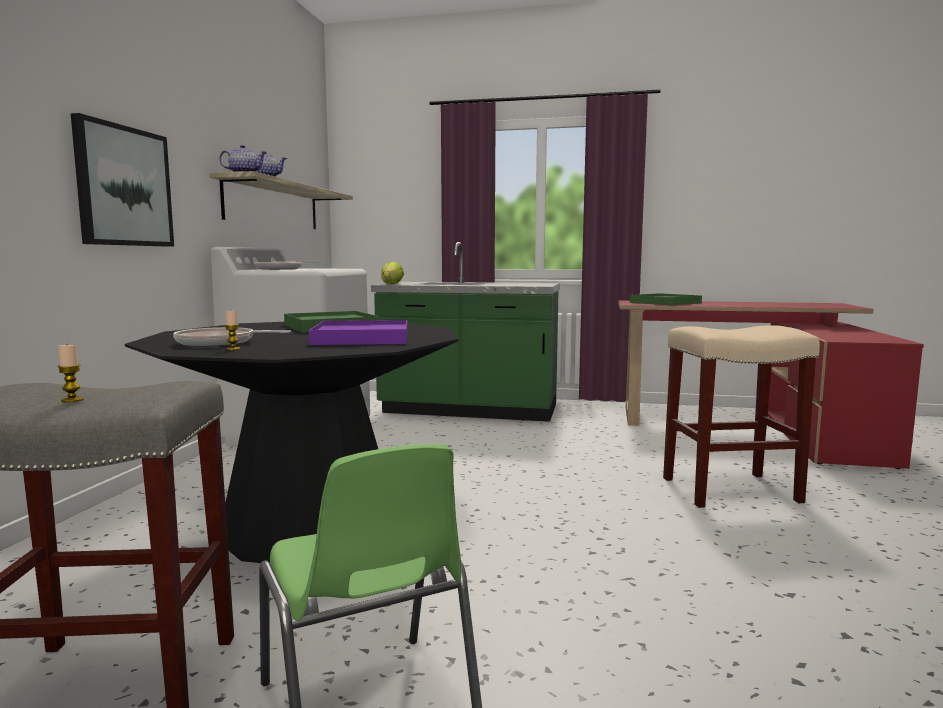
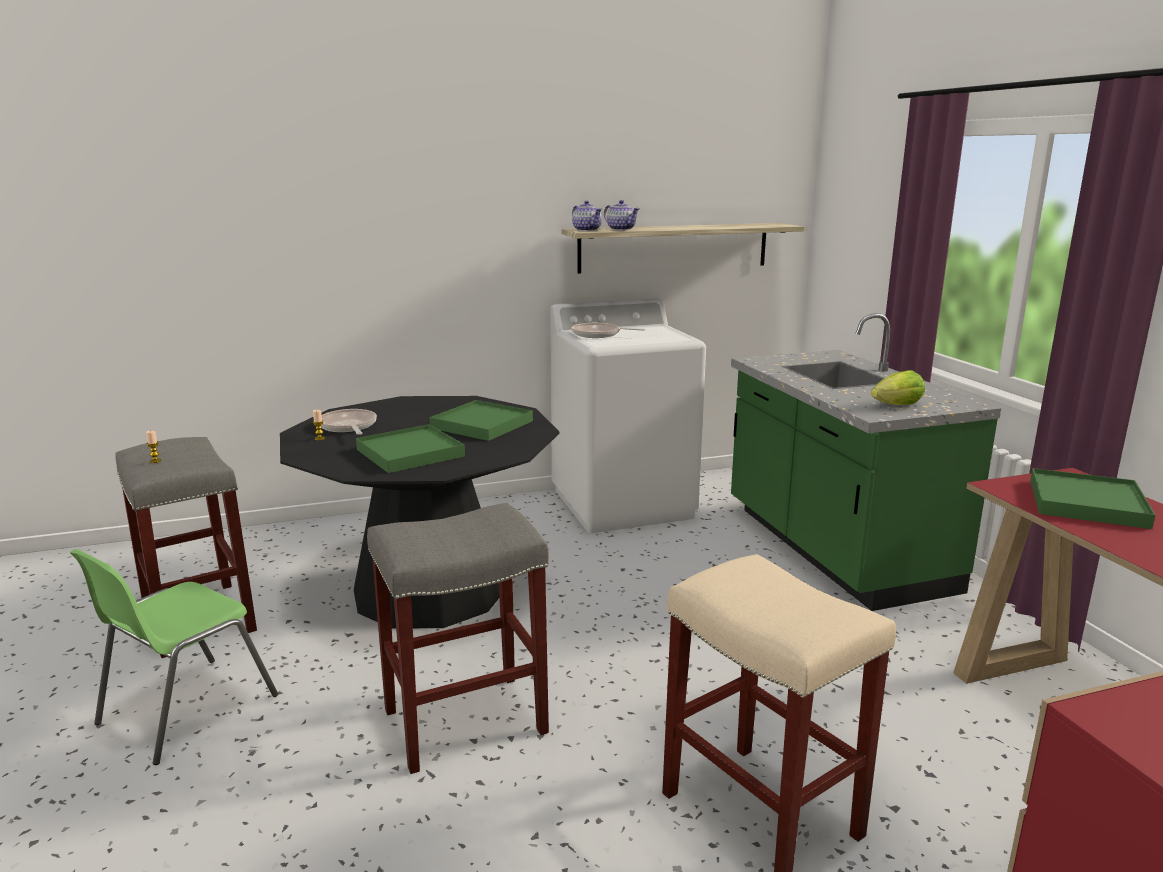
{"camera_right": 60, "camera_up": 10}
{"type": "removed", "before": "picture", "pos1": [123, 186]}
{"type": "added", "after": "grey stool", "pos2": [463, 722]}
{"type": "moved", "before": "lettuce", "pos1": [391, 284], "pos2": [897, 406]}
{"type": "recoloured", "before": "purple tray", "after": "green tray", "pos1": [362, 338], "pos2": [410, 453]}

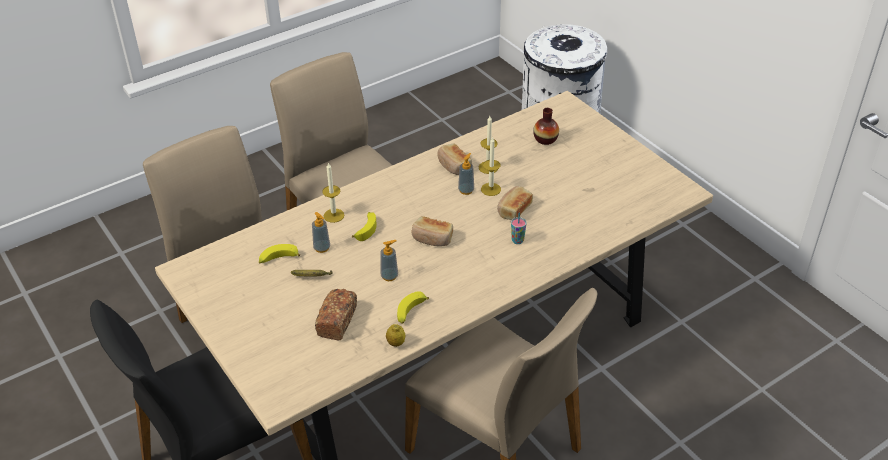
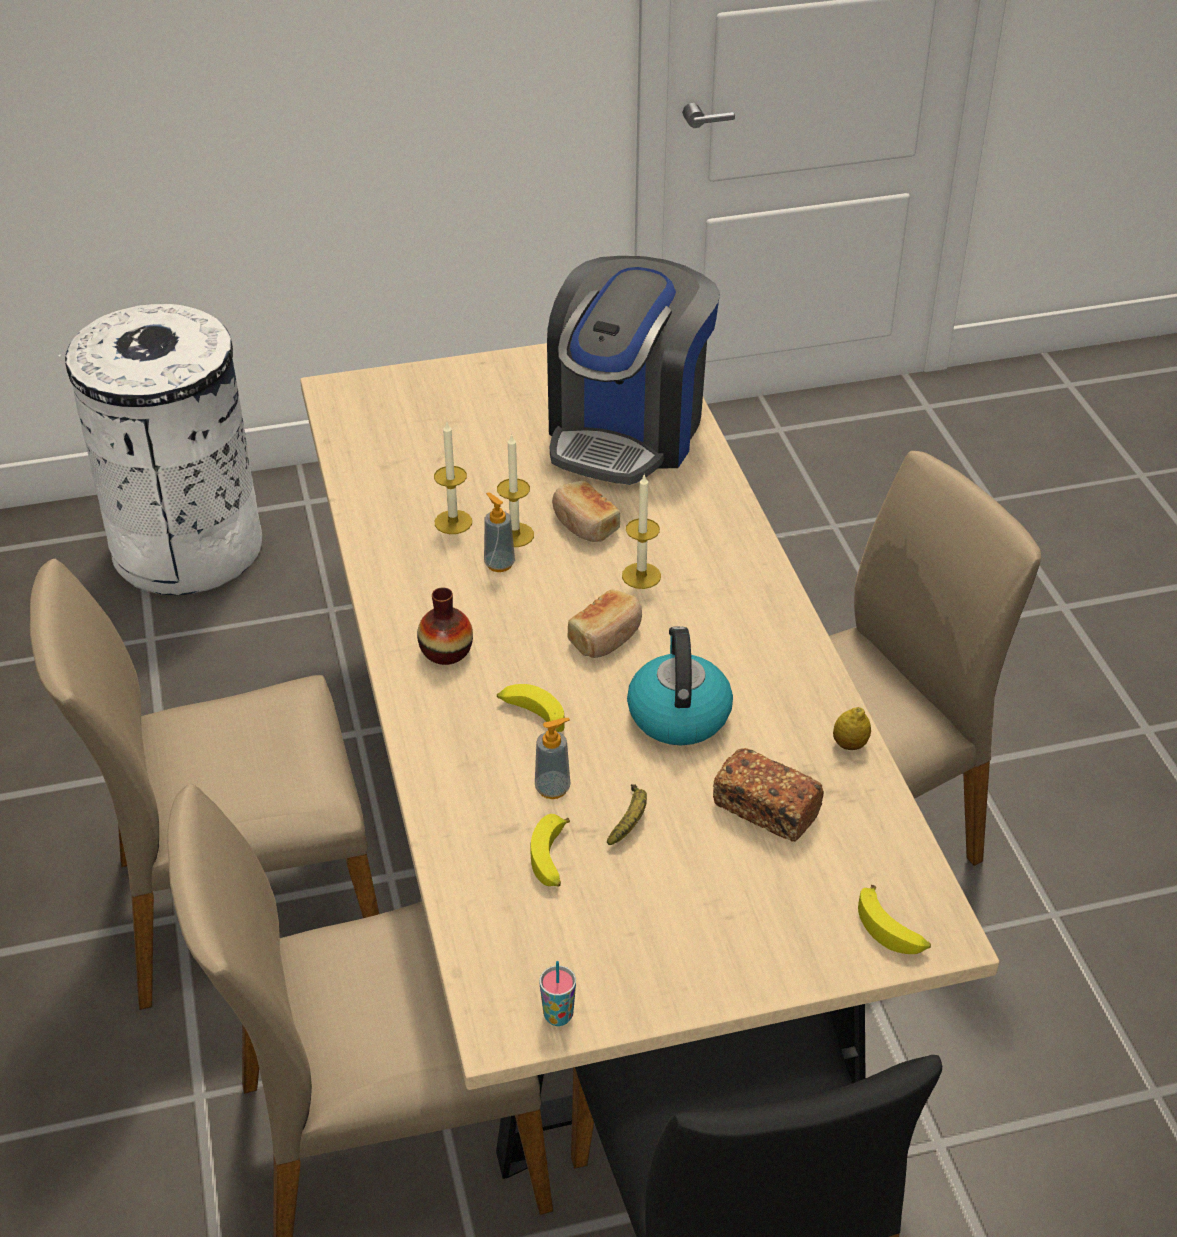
{"camera_right": -70, "camera_up": 0}
{"type": "removed", "before": "bread", "pos1": [453, 166]}
{"type": "added", "after": "coffee machine", "pos2": [627, 430]}
{"type": "moved", "before": "candle", "pos1": [334, 215], "pos2": [641, 576]}
{"type": "moved", "before": "banana", "pos1": [410, 312], "pos2": [891, 929]}
{"type": "moved", "before": "cup", "pos1": [517, 240], "pos2": [558, 1016]}
{"type": "moved", "before": "vase", "pos1": [545, 139], "pos2": [446, 651]}
{"type": "replaced", "before": "soap dispenser", "after": "kettle", "pos1": [389, 276], "pos2": [678, 714]}

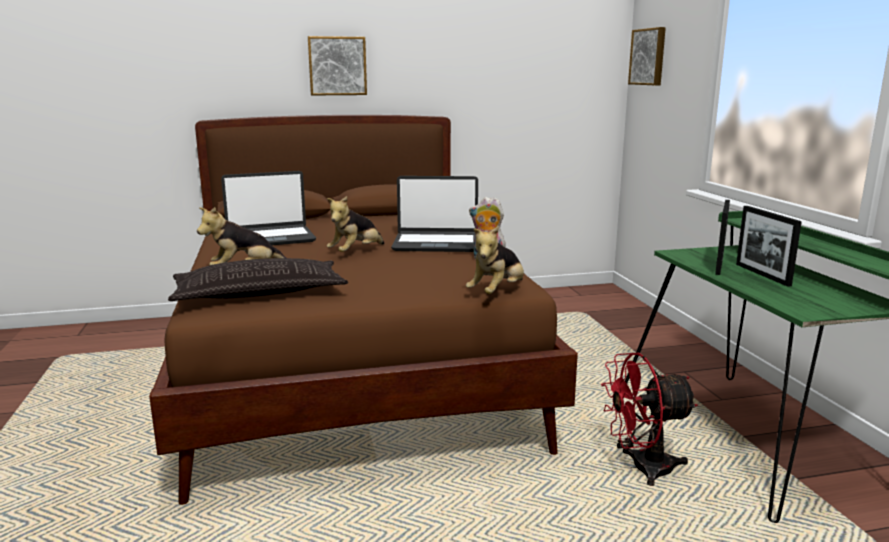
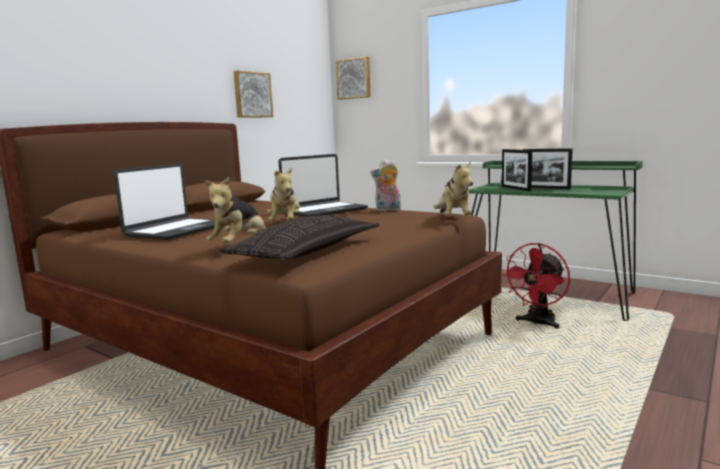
{"camera_right": -40, "camera_up": -5}
{"type": "moved", "before": "picture", "pos1": [337, 66], "pos2": [252, 95]}

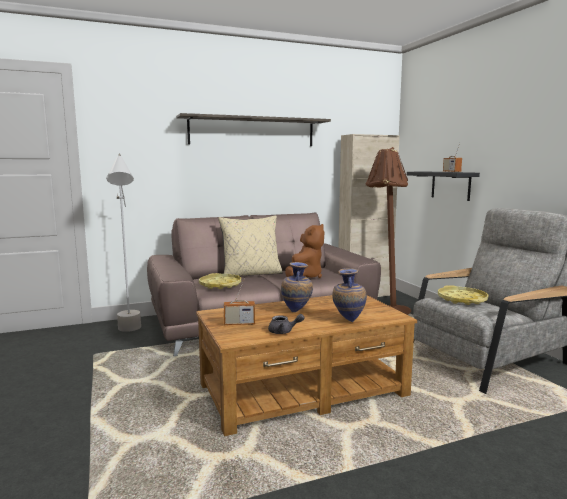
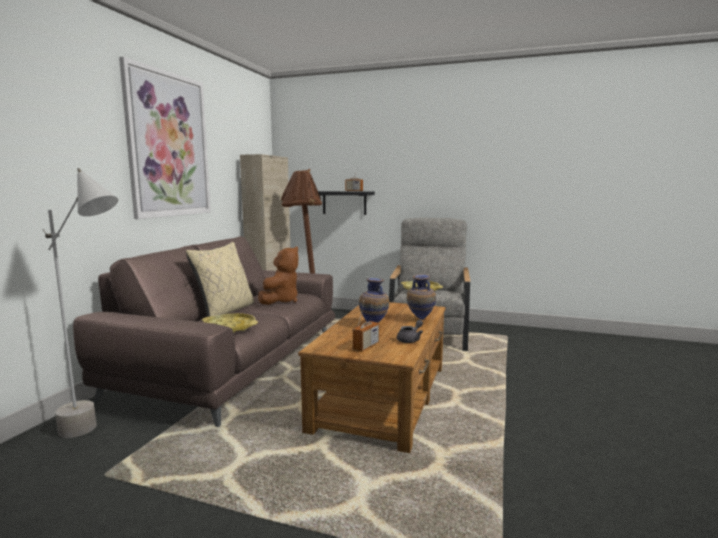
{"camera_right": -50, "camera_up": 0}
{"type": "replaced", "before": "shelf", "after": "picture", "pos1": [252, 131], "pos2": [168, 145]}
{"type": "turned", "before": "brown plush toy", "pos1": [305, 276], "pos2": [280, 301], "turn": 45}

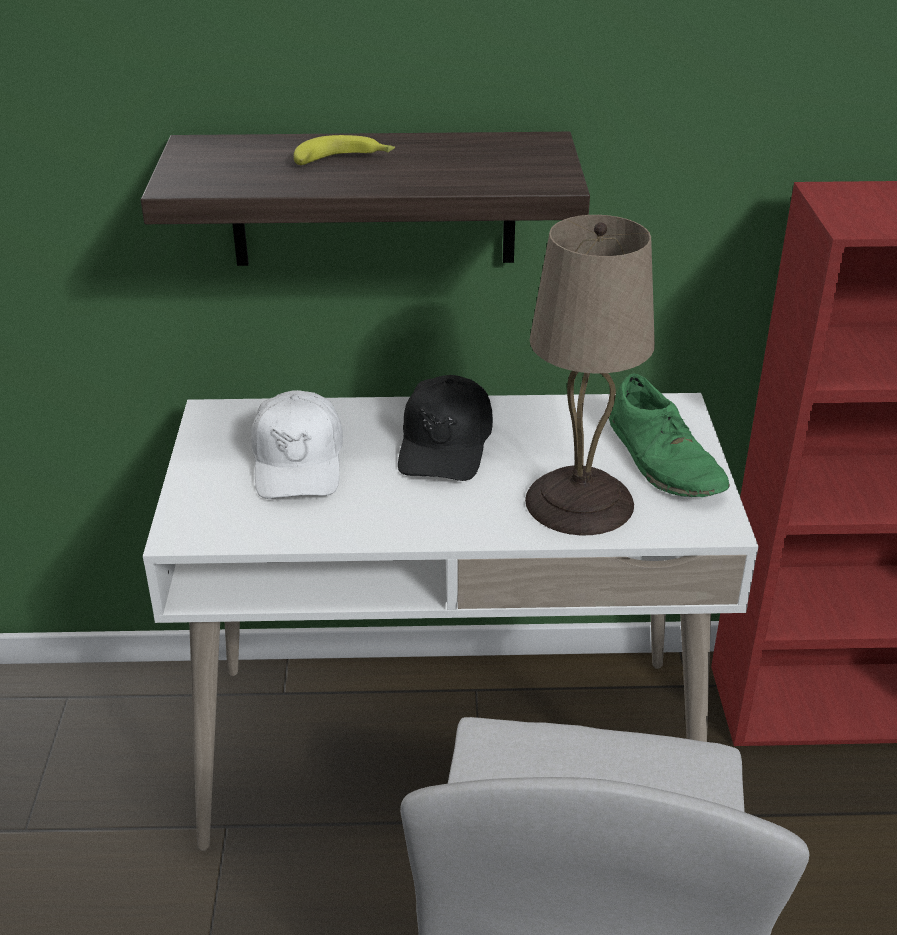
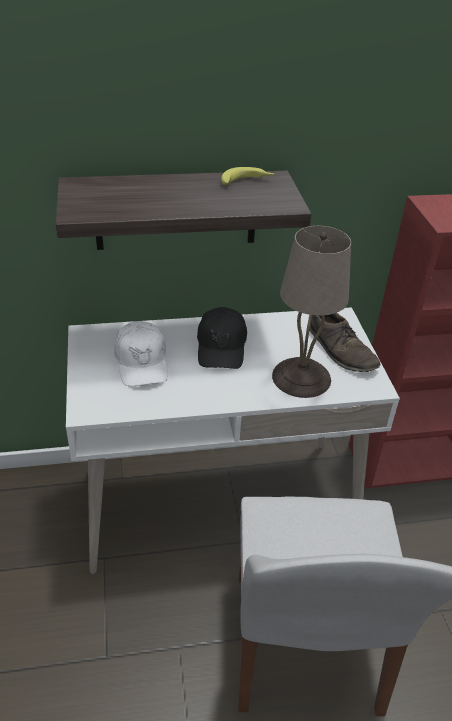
{"camera_right": -10, "camera_up": 5}
{"type": "moved", "before": "banana", "pos1": [345, 161], "pos2": [247, 181]}
{"type": "recoloured", "before": "green shoe", "after": "brown shoe", "pos1": [664, 460], "pos2": [340, 349]}

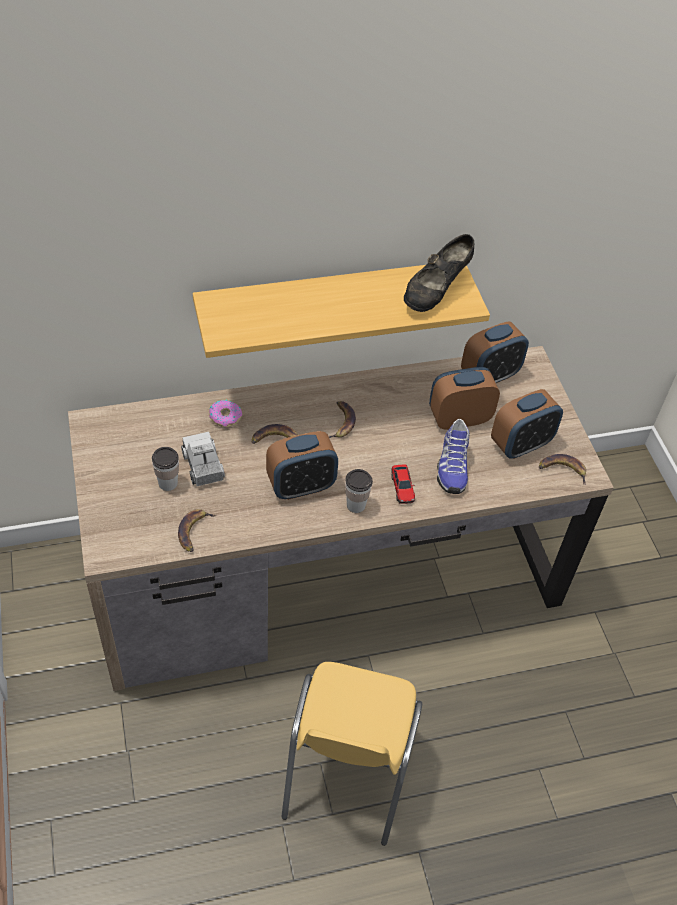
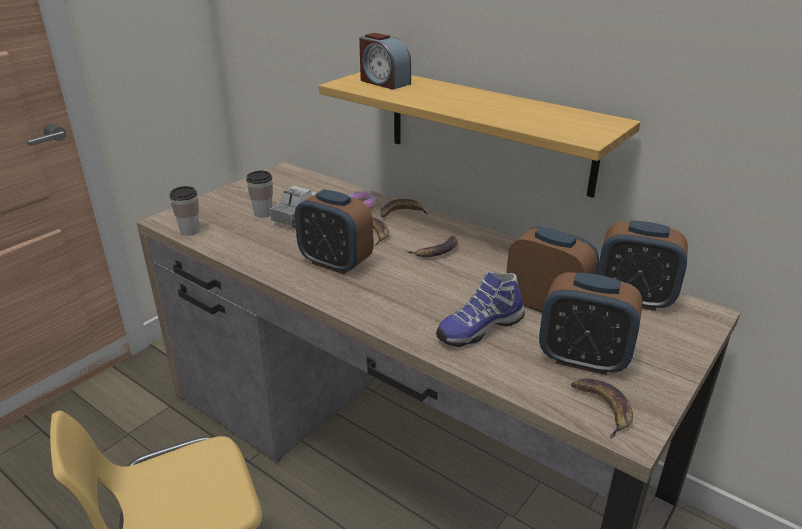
{"camera_right": 55, "camera_up": -20}
{"type": "removed", "before": "toy car", "pos1": [402, 487]}
{"type": "removed", "before": "black shoe", "pos1": [435, 292]}
{"type": "added", "after": "alarm clock", "pos2": [384, 82]}
{"type": "moved", "before": "banana", "pos1": [194, 531], "pos2": [401, 213]}
{"type": "moved", "before": "cup", "pos1": [356, 505], "pos2": [190, 231]}

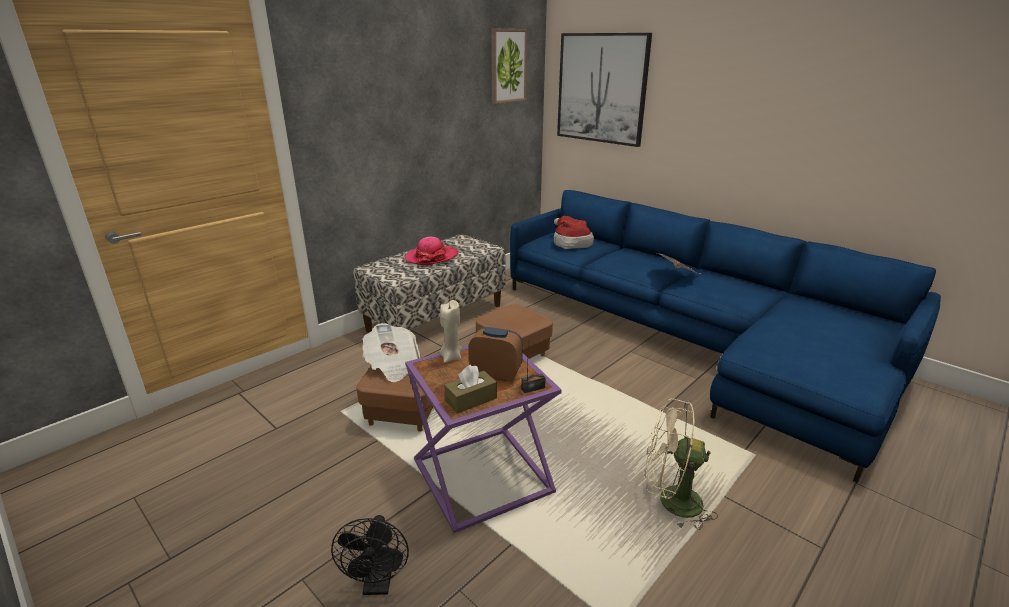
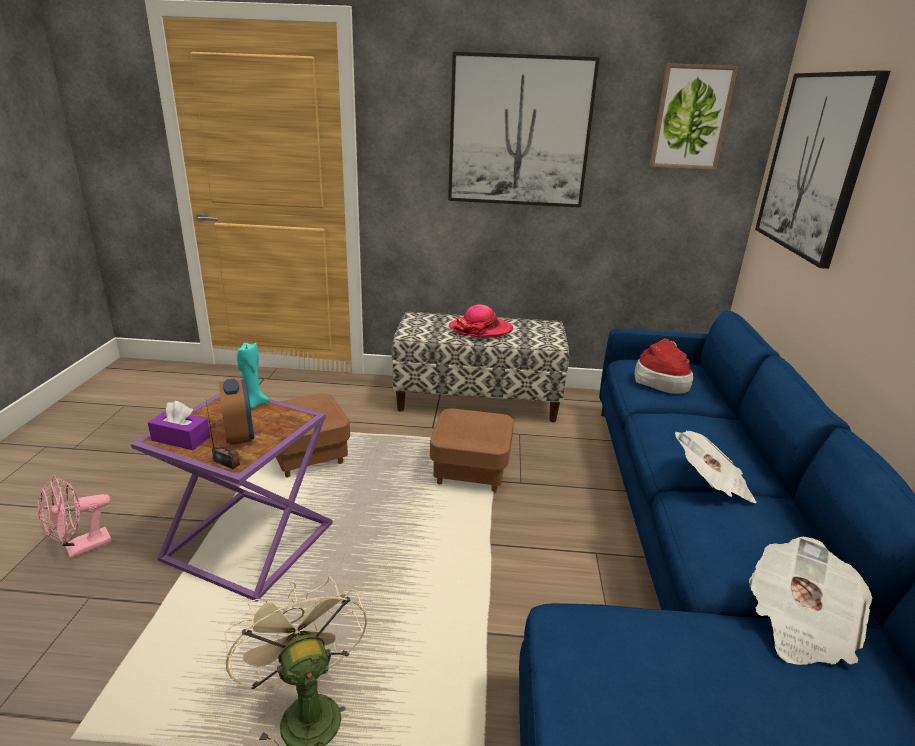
{"camera_right": 50, "camera_up": 0}
{"type": "added", "after": "picture", "pos2": [519, 132]}
{"type": "moved", "before": "newspaper", "pos1": [393, 365], "pos2": [799, 624]}
{"type": "recoloured", "before": "black fan", "after": "pink fan", "pos1": [378, 583], "pos2": [81, 548]}
{"type": "recoloured", "before": "beige candle", "after": "turquoise candle", "pos1": [451, 357], "pos2": [253, 403]}
{"type": "recoloured", "before": "brown tissue box", "after": "purple tissue box", "pos1": [471, 400], "pos2": [181, 439]}

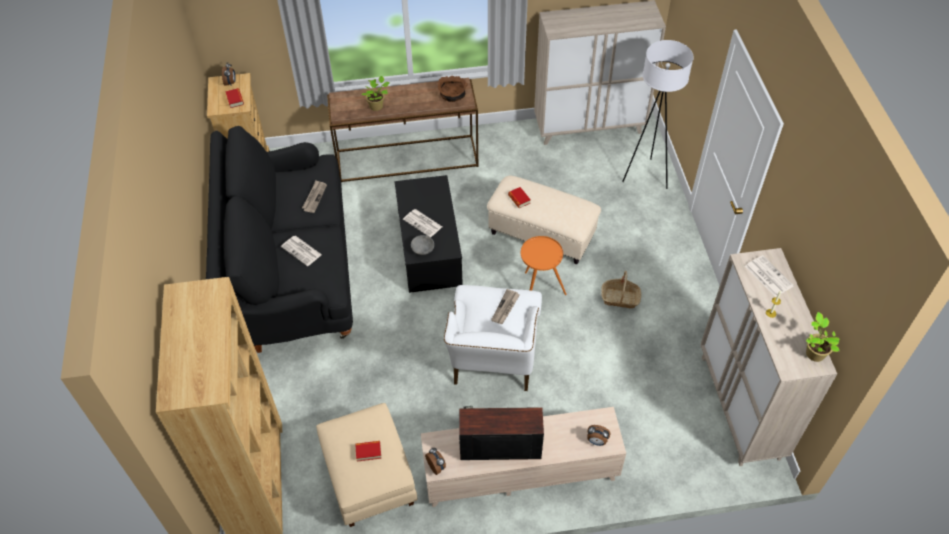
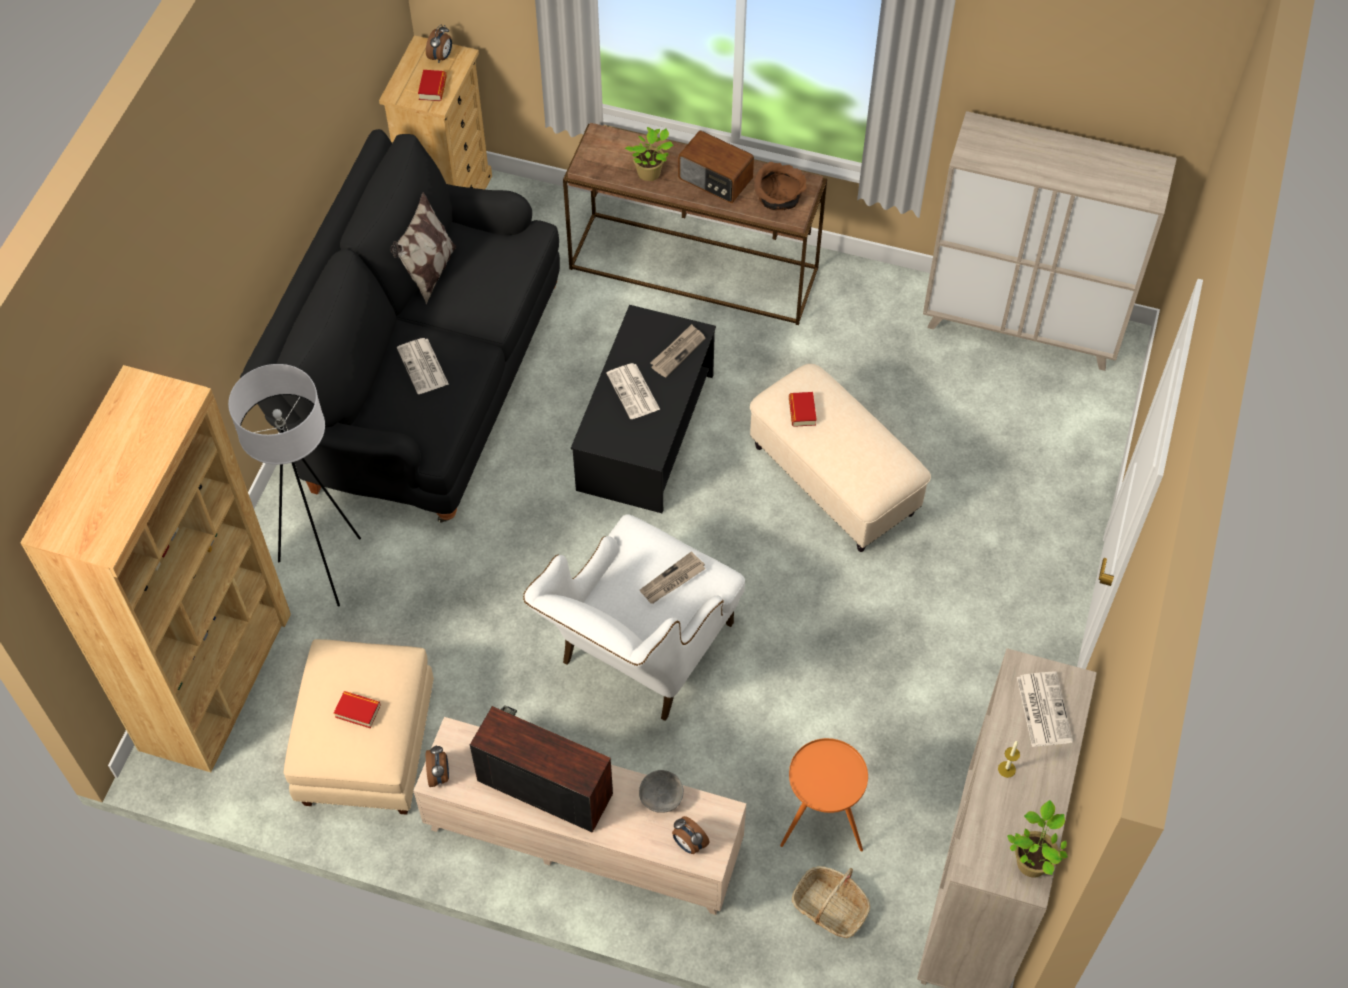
{"camera_right": 25, "camera_up": 5}
{"type": "added", "after": "pillow", "pos2": [429, 273]}
{"type": "added", "after": "radio", "pos2": [715, 180]}
{"type": "moved", "before": "newspaper", "pos1": [314, 197], "pos2": [677, 352]}
{"type": "moved", "before": "grey bowl", "pos1": [422, 249], "pos2": [661, 796]}
{"type": "moved", "before": "orange side table", "pos1": [539, 289], "pos2": [821, 820]}
{"type": "moved", "before": "basket", "pos1": [620, 298], "pos2": [830, 907]}
{"type": "moved", "before": "white floor lamp", "pos1": [646, 176], "pos2": [324, 567]}

